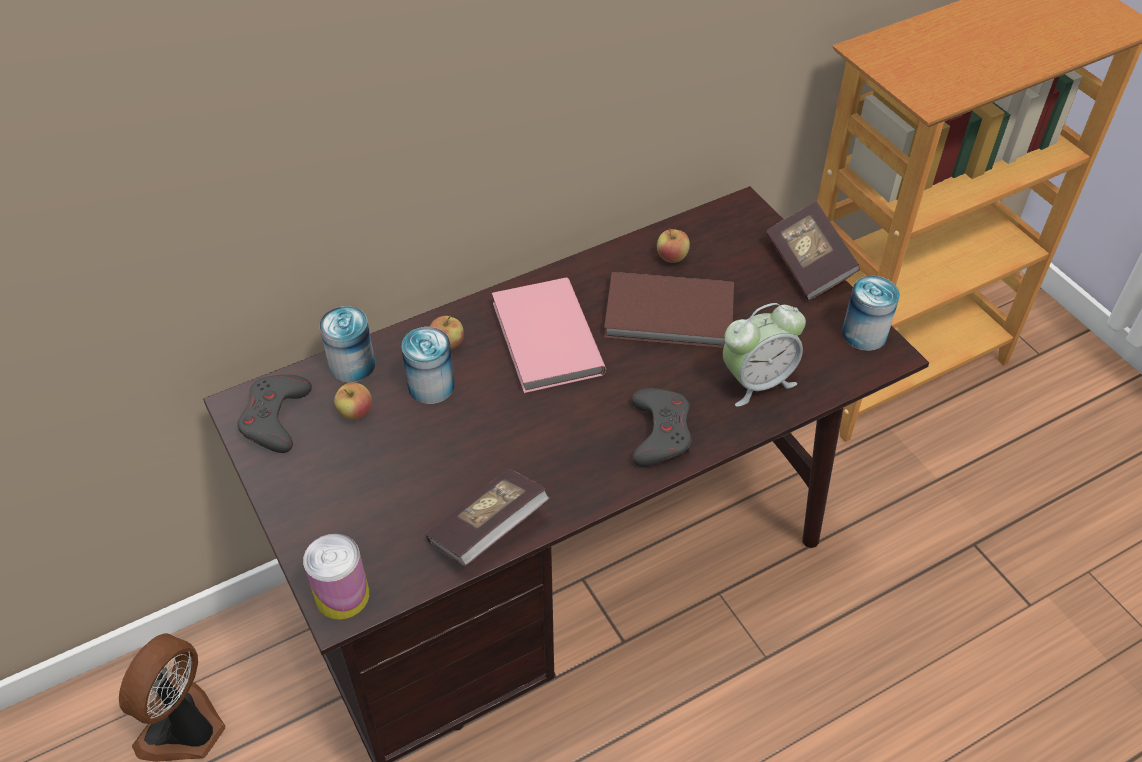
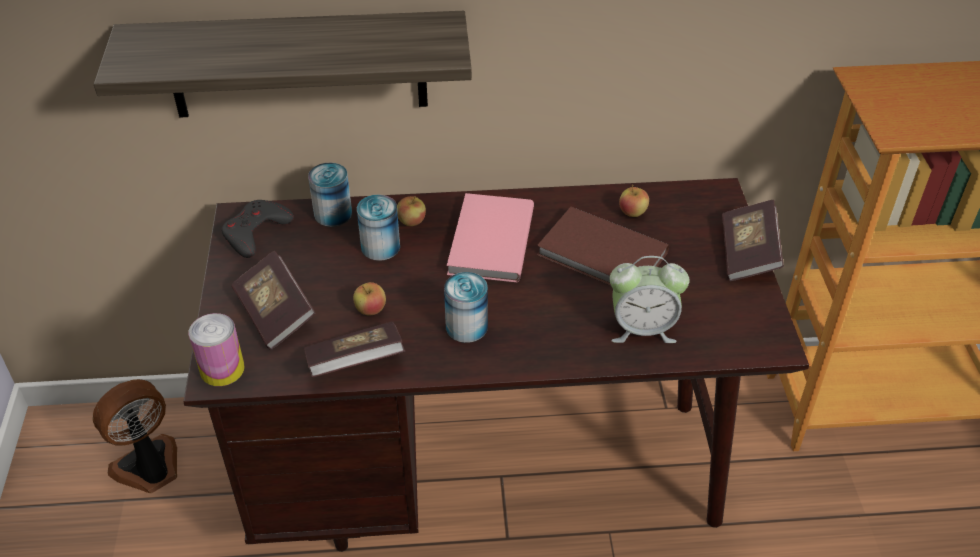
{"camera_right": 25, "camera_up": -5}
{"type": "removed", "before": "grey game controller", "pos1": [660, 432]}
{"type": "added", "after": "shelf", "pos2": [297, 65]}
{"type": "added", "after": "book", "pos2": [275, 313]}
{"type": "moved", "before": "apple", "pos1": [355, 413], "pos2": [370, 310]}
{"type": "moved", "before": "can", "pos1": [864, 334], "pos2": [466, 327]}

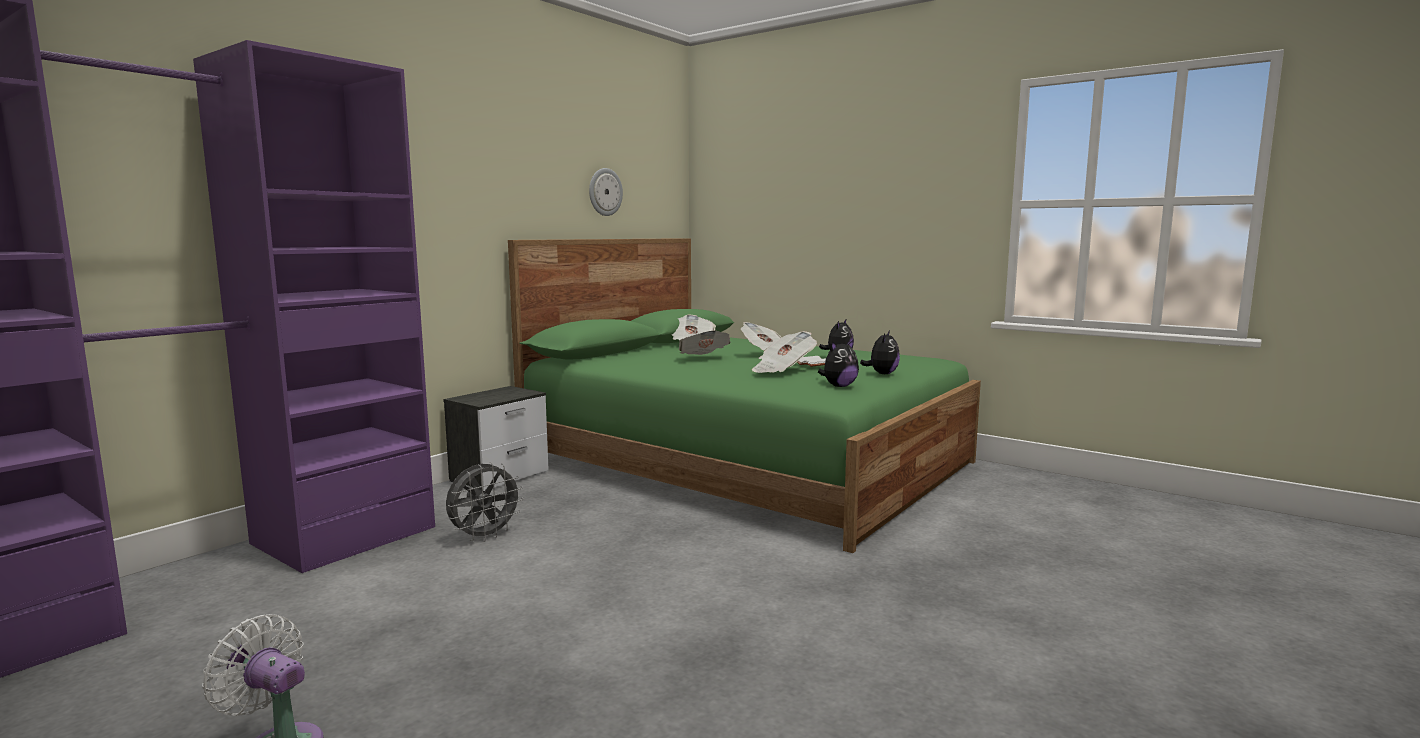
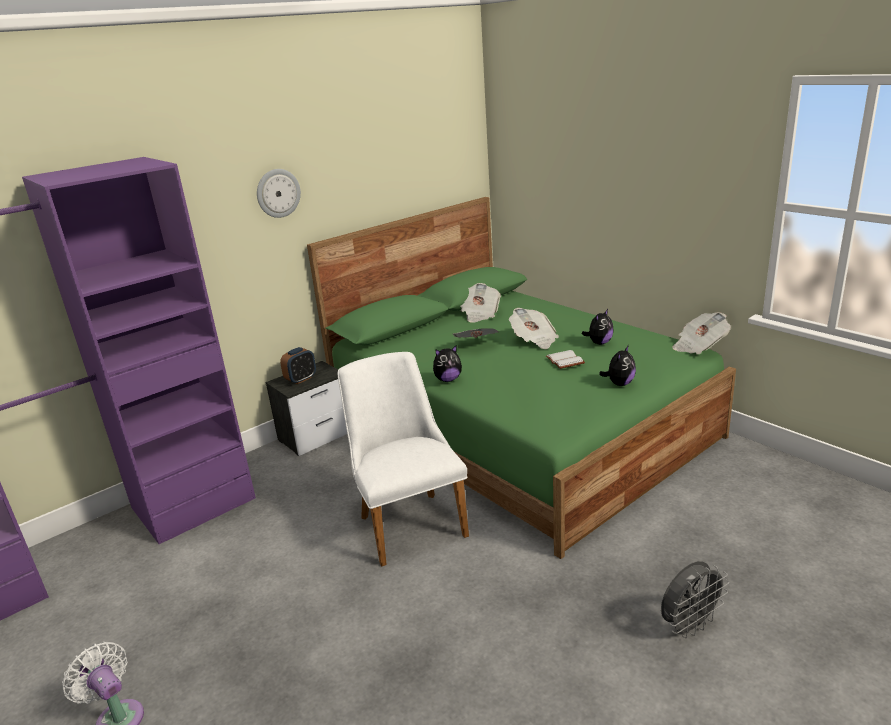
{"camera_right": 15, "camera_up": 15}
{"type": "added", "after": "alarm clock", "pos2": [301, 379]}
{"type": "added", "after": "white chair", "pos2": [407, 520]}
{"type": "moved", "before": "grey fan", "pos1": [485, 536], "pos2": [689, 625]}
{"type": "moved", "before": "wall clock", "pos1": [605, 192], "pos2": [278, 193]}
{"type": "moved", "before": "newspaper", "pos1": [782, 370], "pos2": [699, 346]}
{"type": "moved", "before": "plush toy", "pos1": [839, 386], "pos2": [448, 379]}

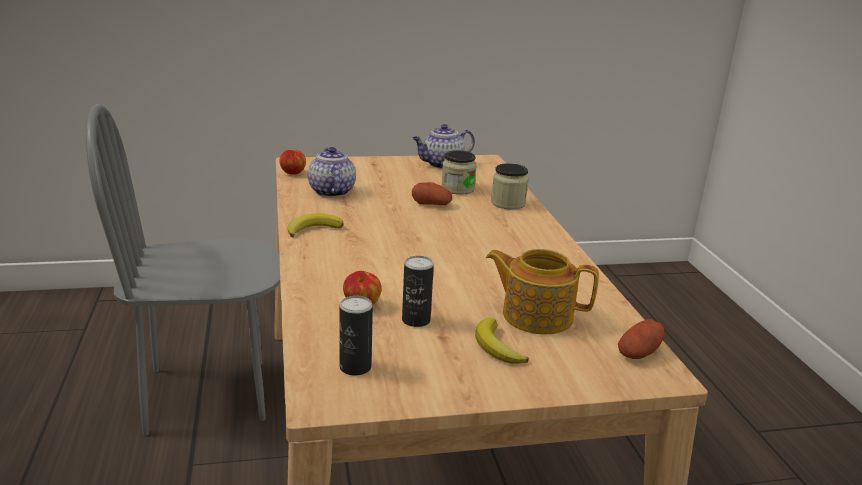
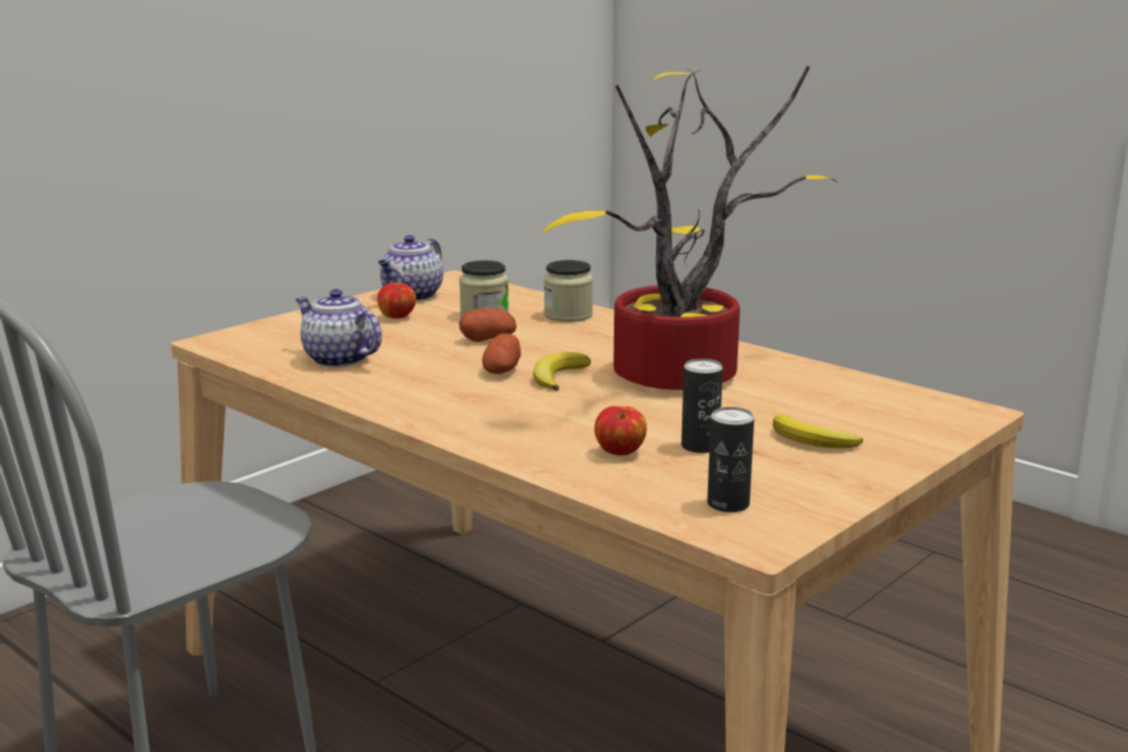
{"camera_right": -35, "camera_up": -5}
{"type": "removed", "before": "teapot", "pos1": [536, 315]}
{"type": "added", "after": "potted plant", "pos2": [676, 380]}
{"type": "moved", "before": "apple", "pos1": [293, 173], "pos2": [397, 317]}
{"type": "moved", "before": "banana", "pos1": [313, 229], "pos2": [558, 376]}
{"type": "moved", "before": "potato", "pos1": [639, 353], "pos2": [502, 370]}

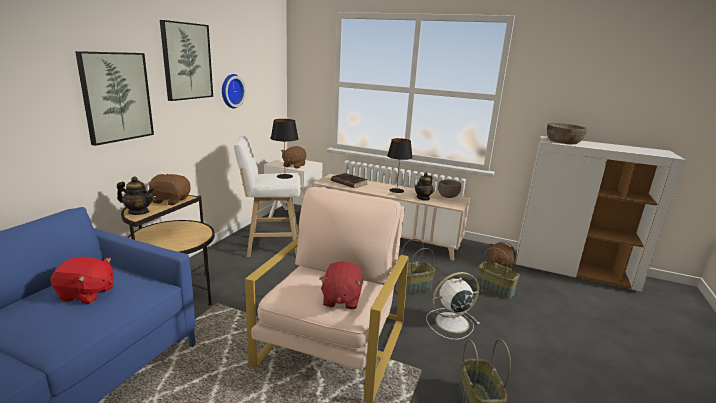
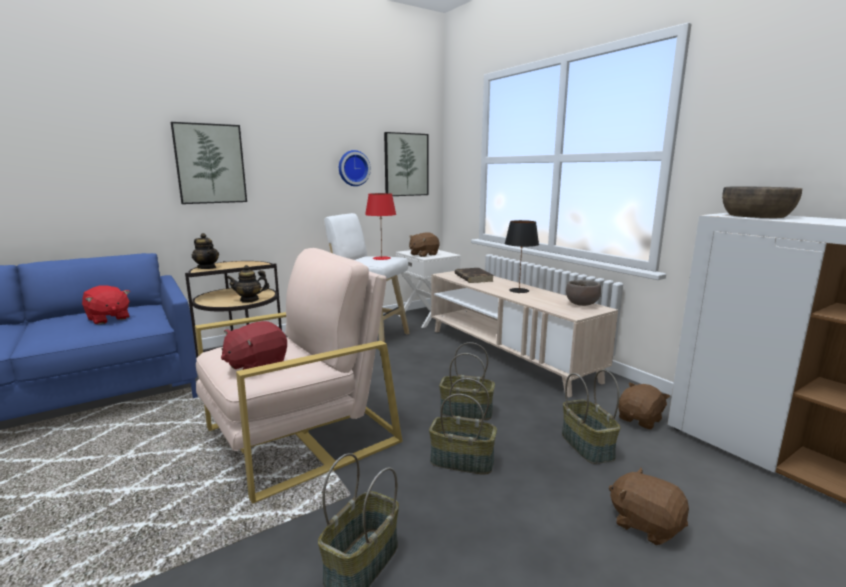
{"camera_right": 35, "camera_up": -5}
{"type": "moved", "before": "brown plush toy", "pos1": [171, 200], "pos2": [645, 524]}
{"type": "moved", "before": "picture", "pos1": [186, 61], "pos2": [406, 164]}
{"type": "moved", "before": "teapot", "pos1": [423, 198], "pos2": [249, 300]}
{"type": "replaced", "before": "white fan", "after": "basket", "pos1": [450, 322], "pos2": [461, 461]}
{"type": "recoloured", "before": "black table lamp", "after": "red table lamp", "pos1": [285, 176], "pos2": [381, 258]}

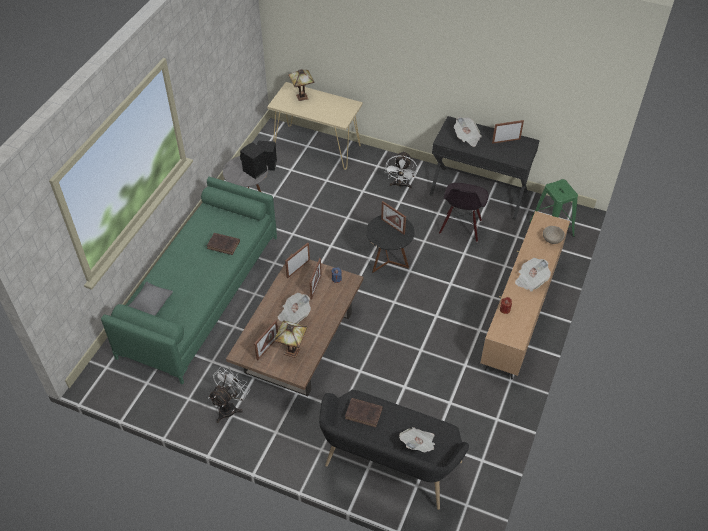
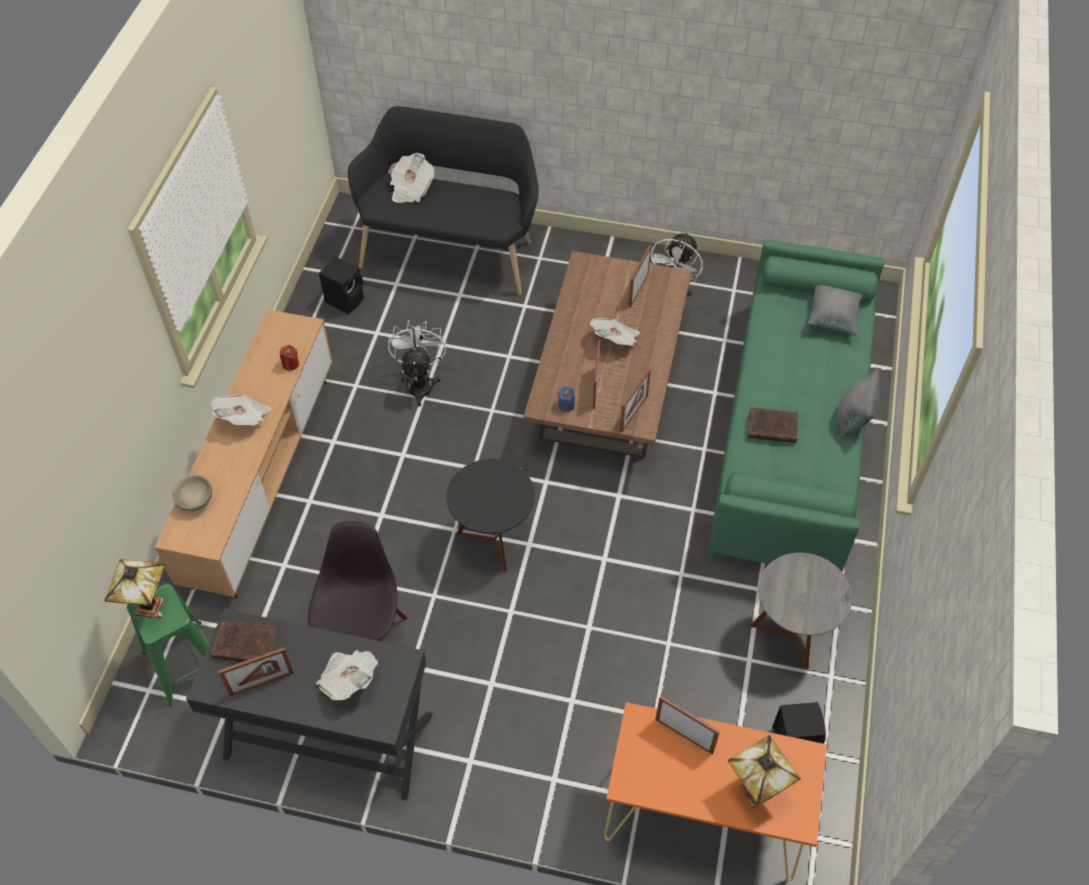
{"camera_right": 170, "camera_up": 5}
{"type": "added", "after": "grey pillow", "pos2": [853, 419]}
{"type": "moved", "before": "black speaker", "pos1": [254, 171], "pos2": [346, 299]}
{"type": "moved", "before": "table lamp", "pos1": [291, 350], "pos2": [150, 608]}
{"type": "moved", "before": "brown book", "pos1": [364, 414], "pos2": [244, 644]}
{"type": "moved", "before": "picture frame", "pos1": [392, 226], "pos2": [684, 735]}
{"type": "moved", "before": "white fan", "pos1": [400, 185], "pos2": [420, 382]}
{"type": "recoloured", "before": "beige console table", "after": "orange console table", "pos1": [317, 147], "pos2": [702, 816]}

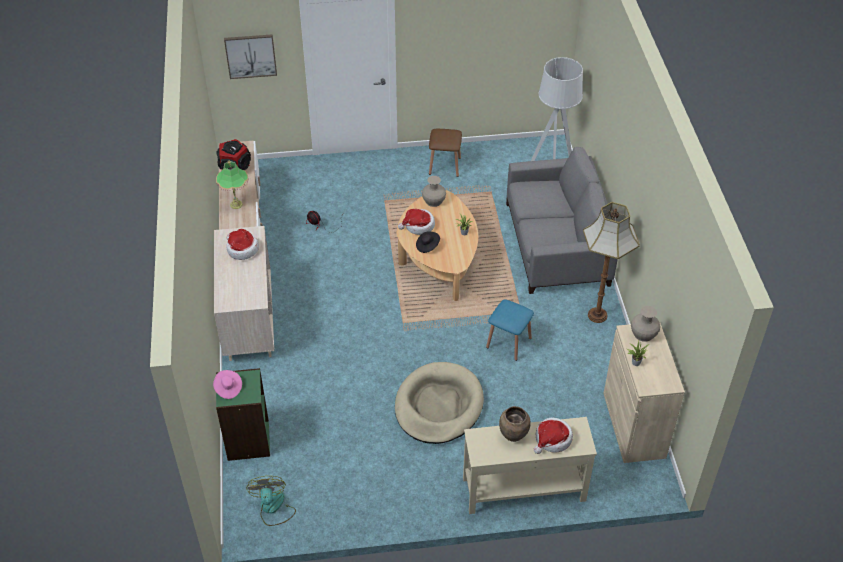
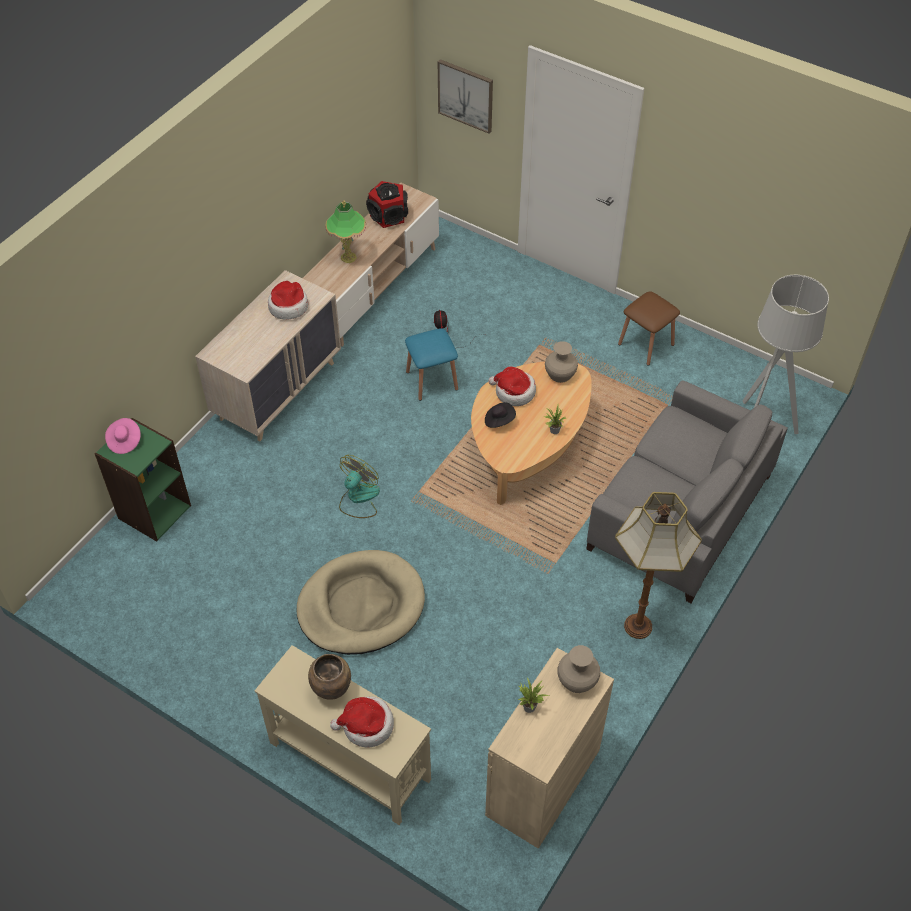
{"camera_right": 40, "camera_up": 5}
{"type": "moved", "before": "fan", "pos1": [273, 508], "pos2": [358, 498]}
{"type": "moved", "before": "blue stool", "pos1": [508, 342], "pos2": [432, 380]}

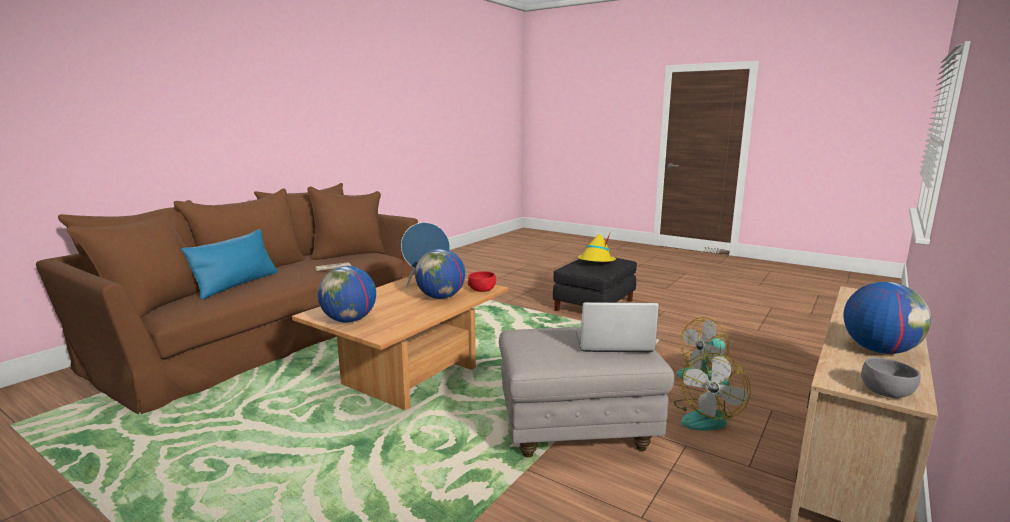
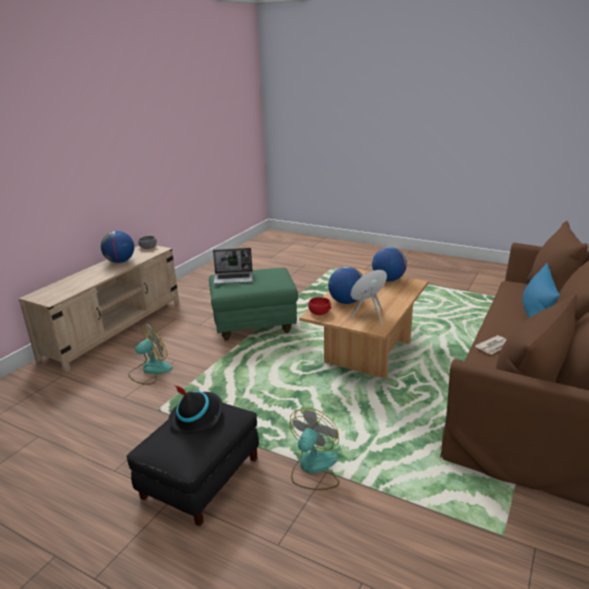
{"camera_right": 175, "camera_up": 10}
{"type": "moved", "before": "fan", "pos1": [707, 417], "pos2": [313, 468]}
{"type": "recoloured", "before": "grey ottoman", "after": "green ottoman", "pos1": [576, 432], "pos2": [254, 326]}
{"type": "recoloured", "before": "yellow hat", "after": "black hat", "pos1": [596, 262], "pos2": [197, 416]}

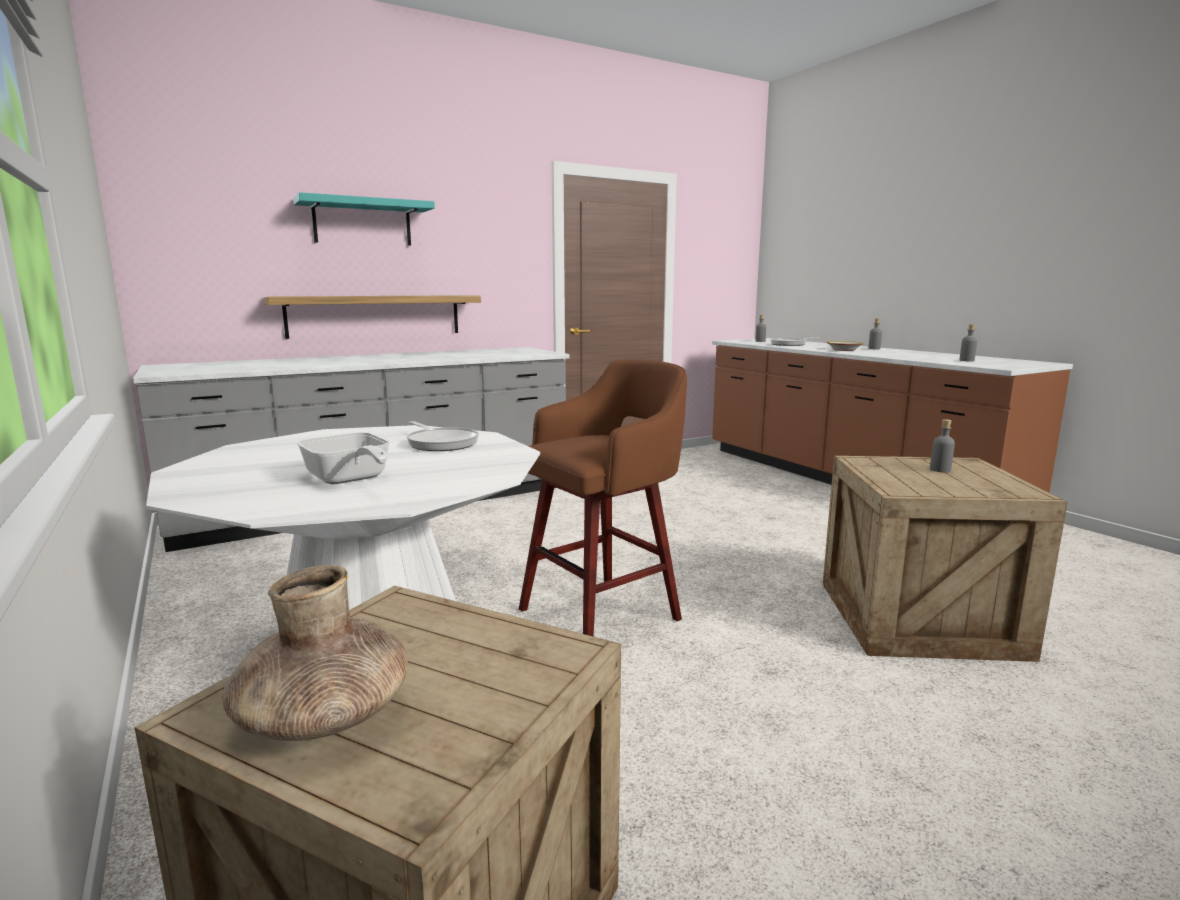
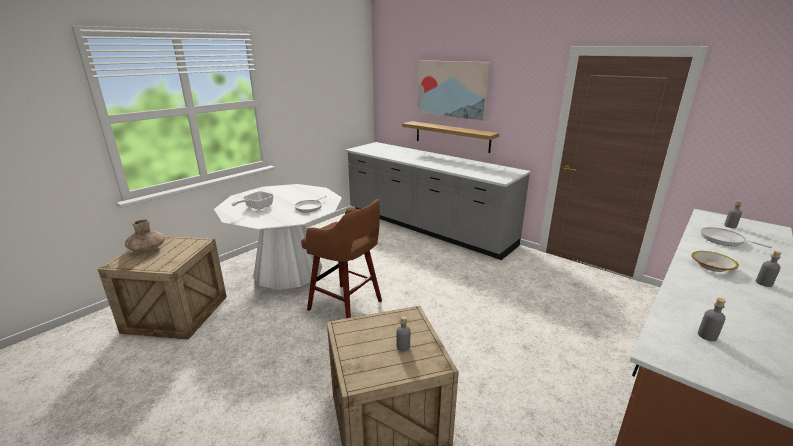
{"camera_right": 70, "camera_up": 10}
{"type": "replaced", "before": "turquoise shelf", "after": "picture", "pos1": [362, 222], "pos2": [452, 89]}

